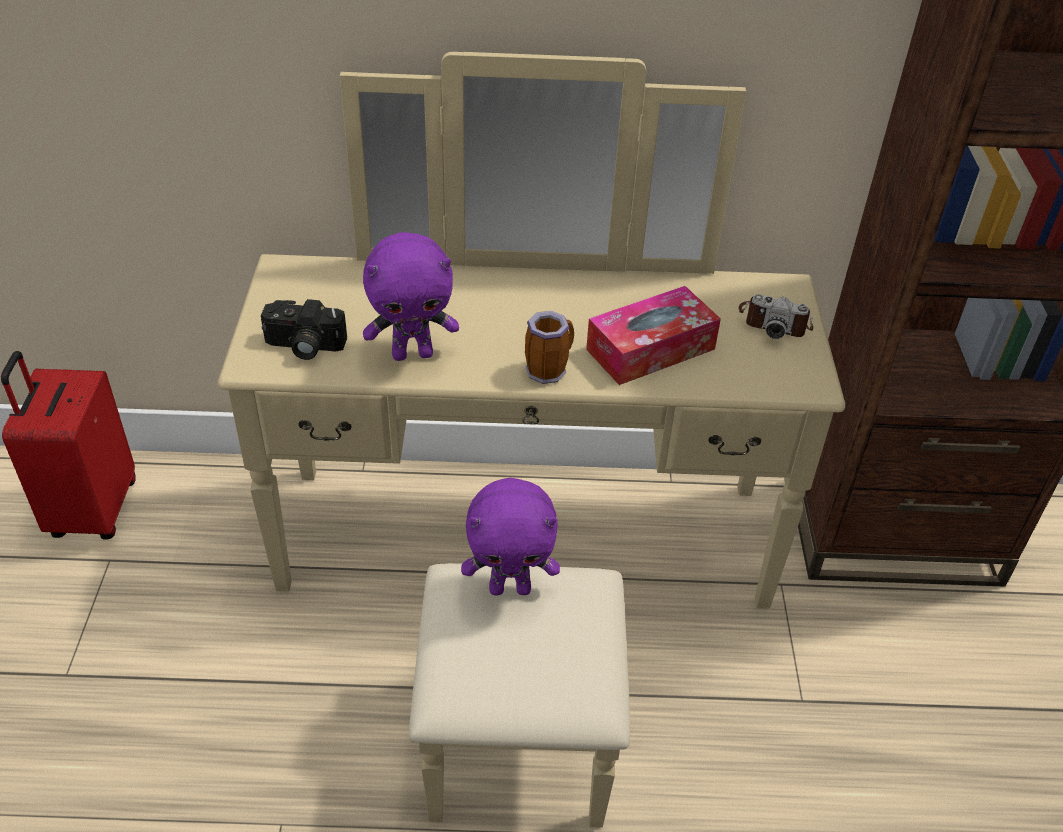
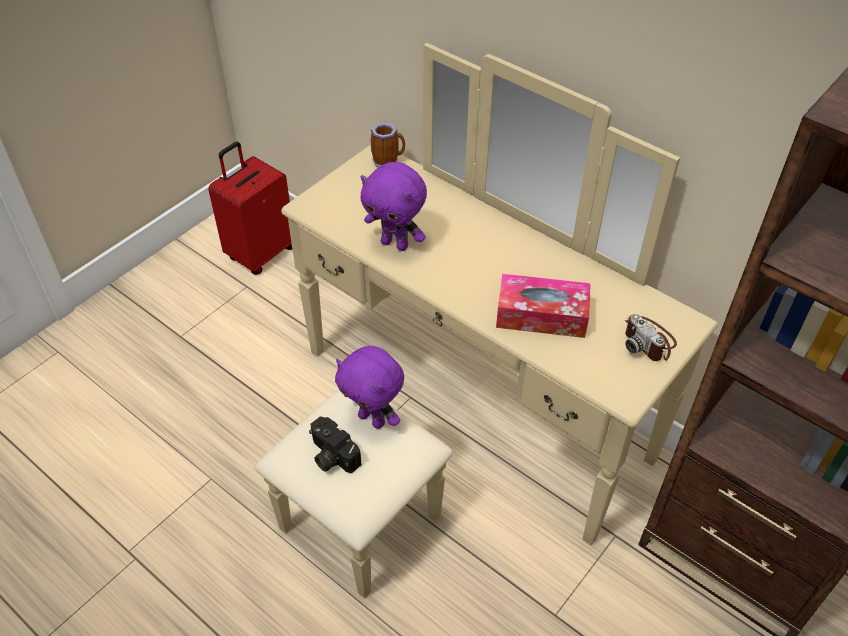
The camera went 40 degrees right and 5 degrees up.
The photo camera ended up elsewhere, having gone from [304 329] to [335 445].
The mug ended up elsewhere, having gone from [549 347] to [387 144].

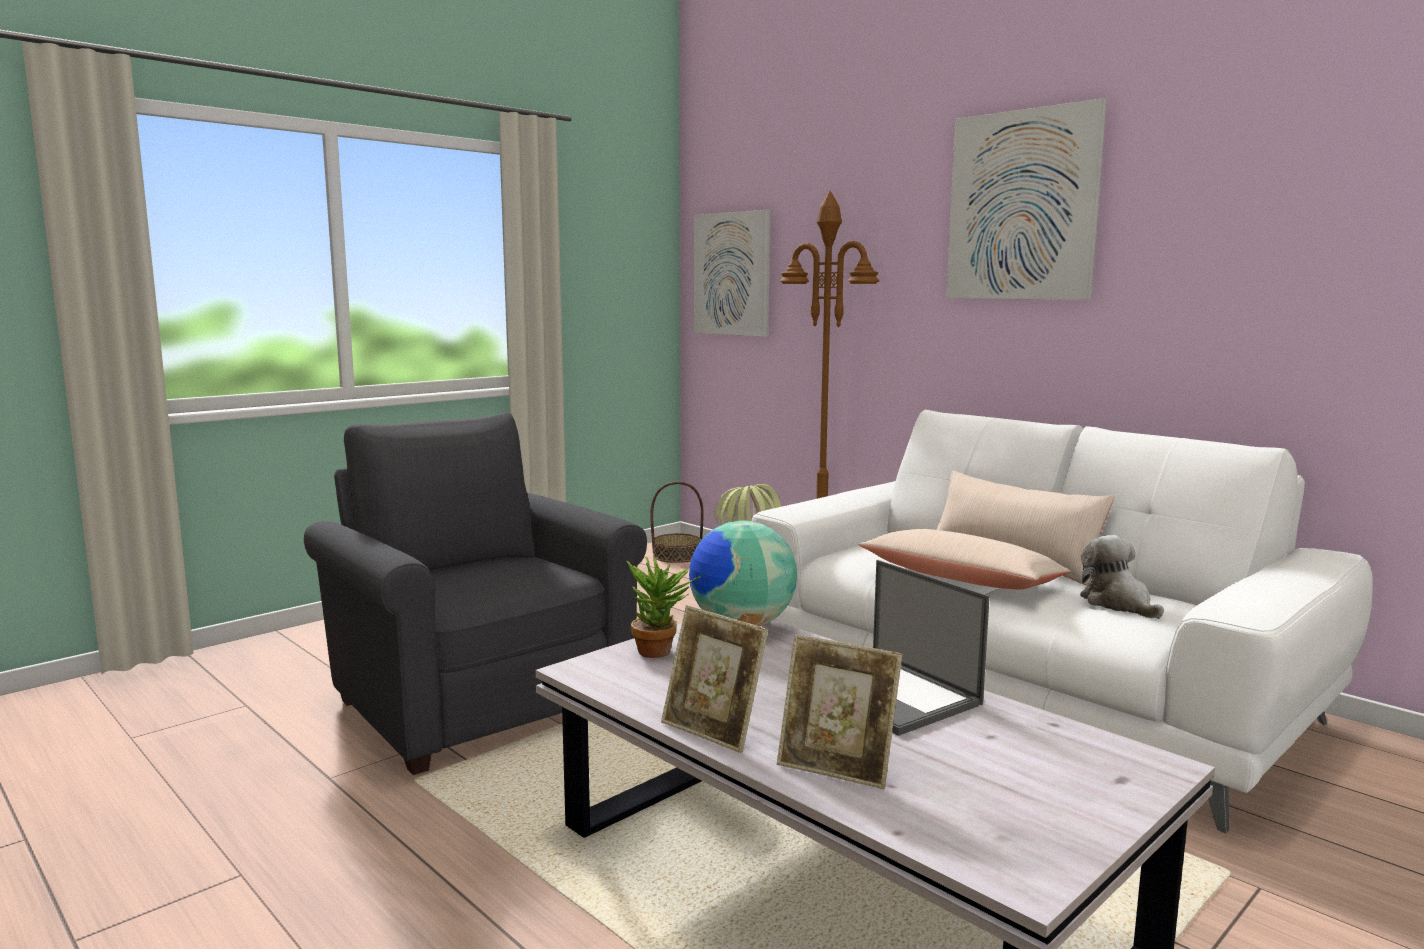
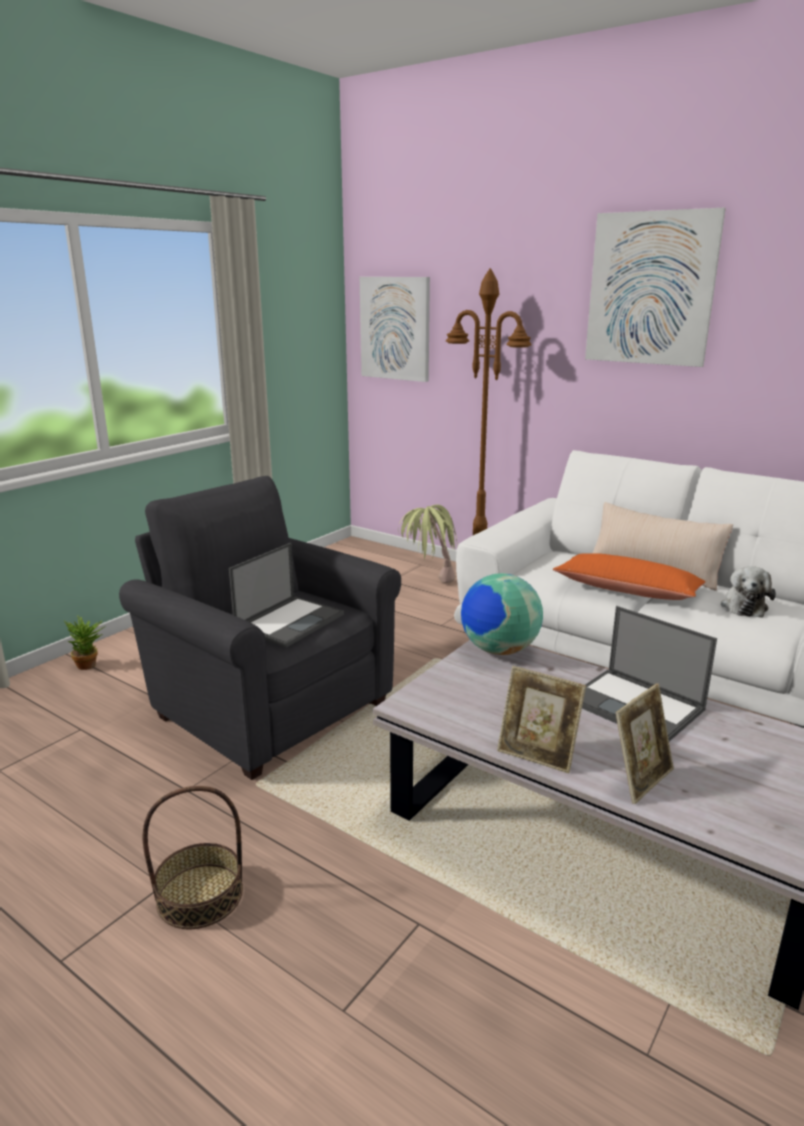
The camera went 10 degrees left and 10 degrees up.
The potted plant ended up elsewhere, having gone from [663 607] to [85 642].
The basket ended up elsewhere, having gone from [677 522] to [193 857].
The second view gained the laptop at [286 595].
What was the beige pillow at [964 559] turned into the orange pillow at [629 576].
The picture frame at [839 711] ended up facing another way, 60 degrees counterclockwise from before.
The plush toy at [1122 577] ended up facing another way, 135 degrees counterclockwise from before.

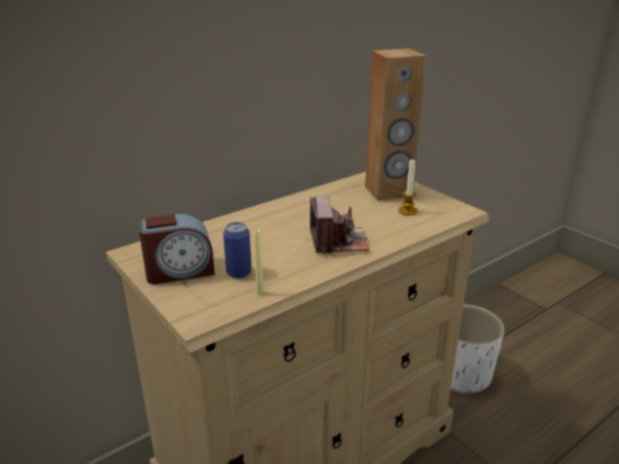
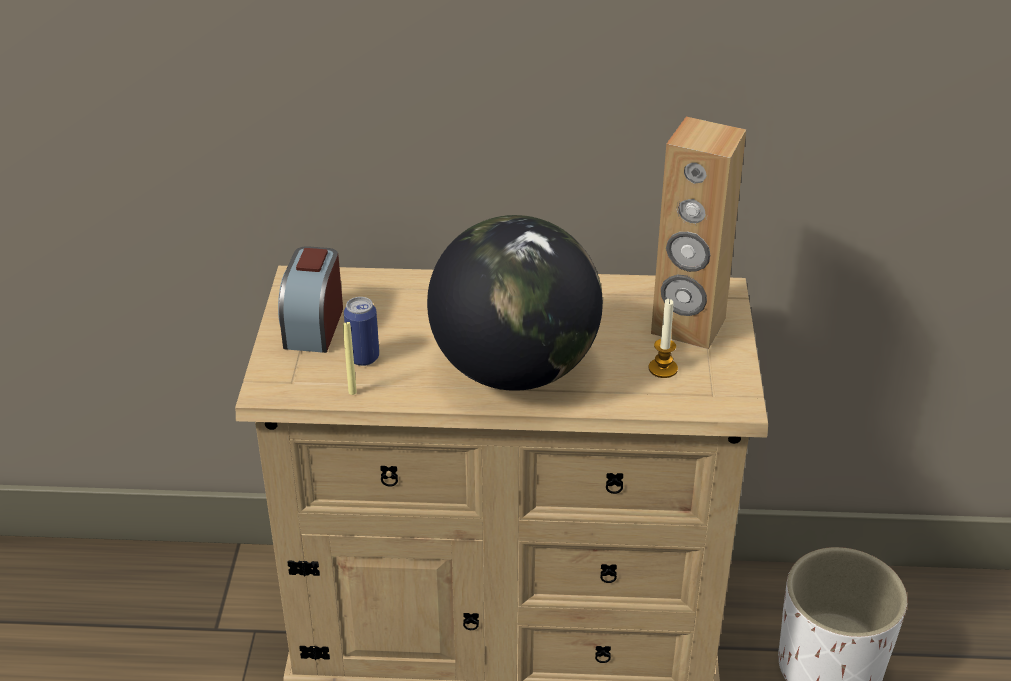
The camera went 40 degrees right and 10 degrees up.
The alarm clock at [176 248] ended up facing another way, 75 degrees clockwise from before.
Where the photo camera stood at [339 225], the globe came to stand at [515 303].

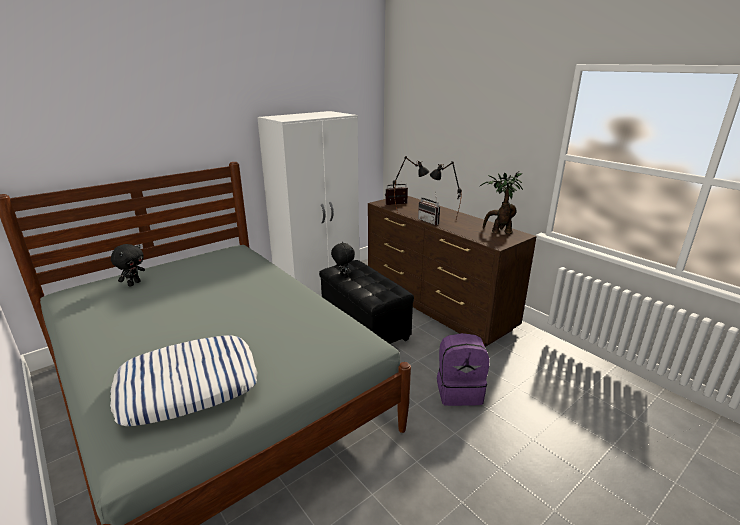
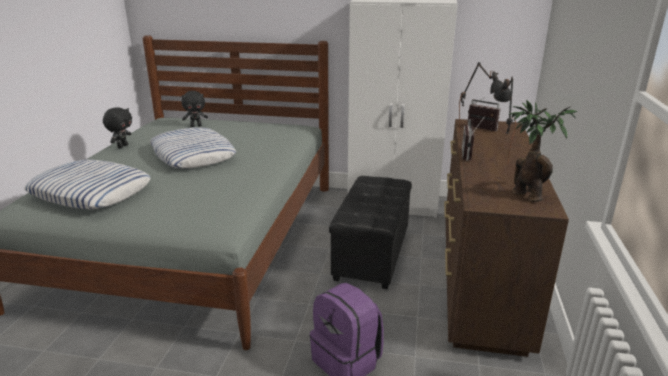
The camera went 50 degrees right and 0 degrees up.
The black plush toy ended up elsewhere, having gone from [343 260] to [117 128].
The second view gained the pillow at [193 147].

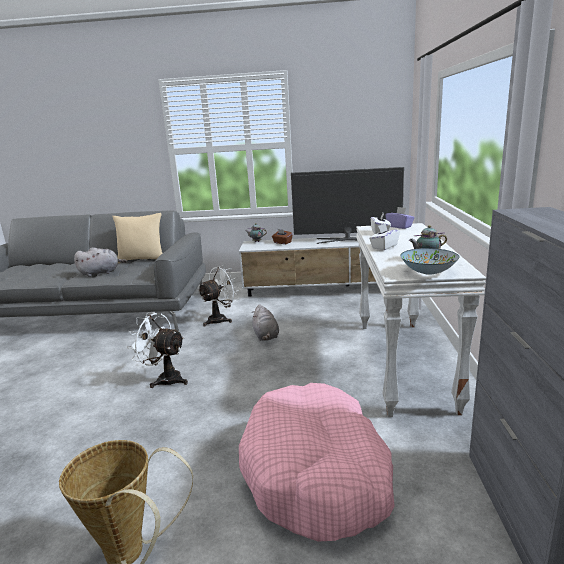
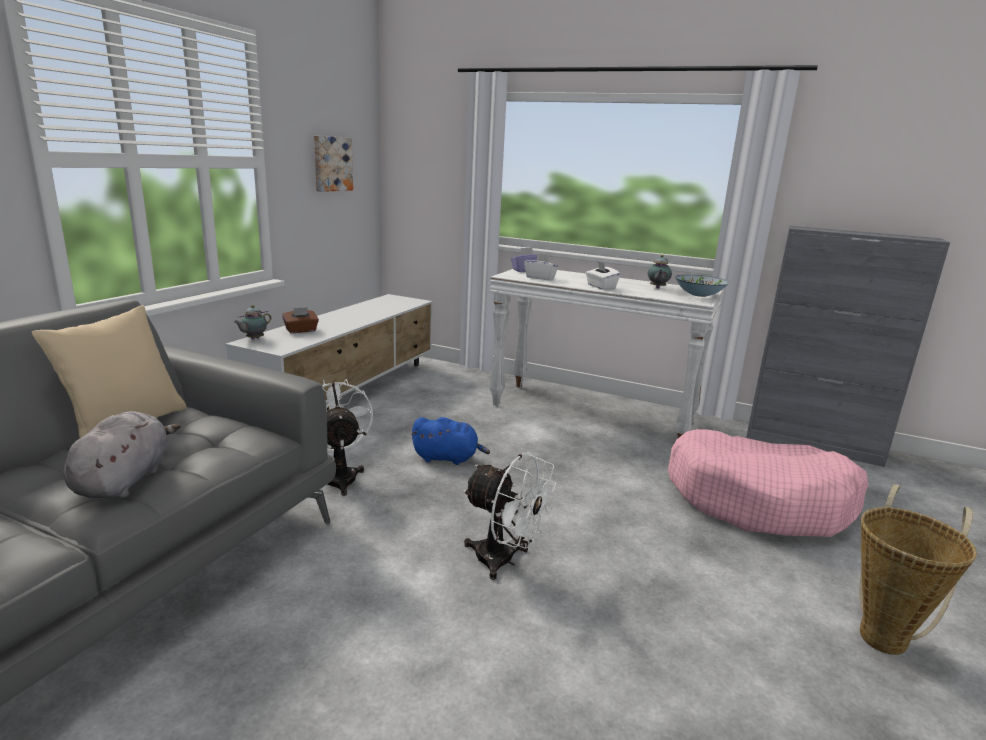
The camera went 70 degrees left and 0 degrees up.
The second view gained the picture at [333 163].
What was the grey plush toy at [265 322] turned into the blue plush toy at [450 441].
The white fan at [157 350] ended up facing another way, 105 degrees counterclockwise from before.
The second view lost the television at [347 205].

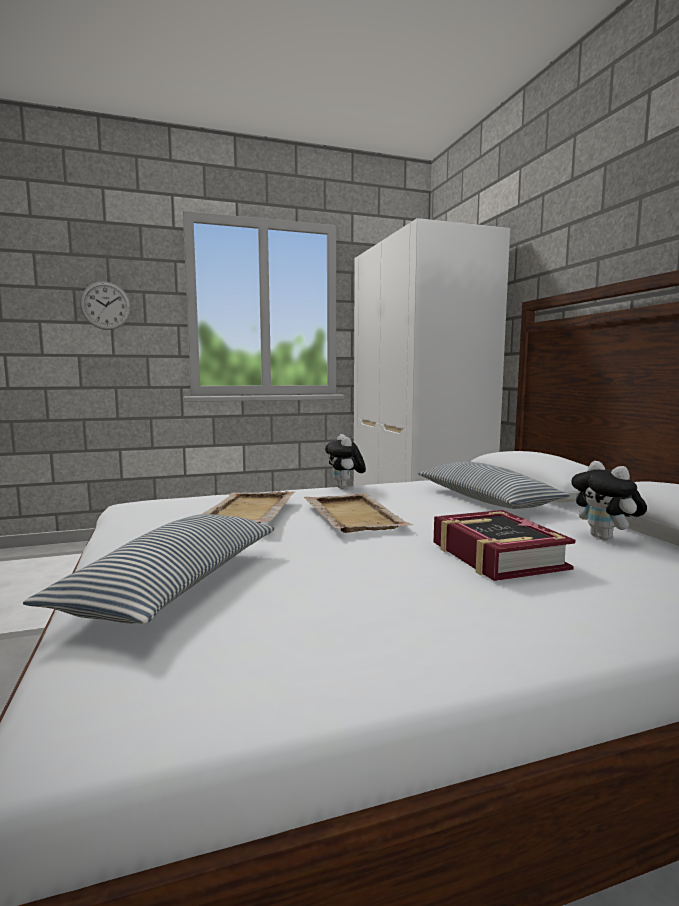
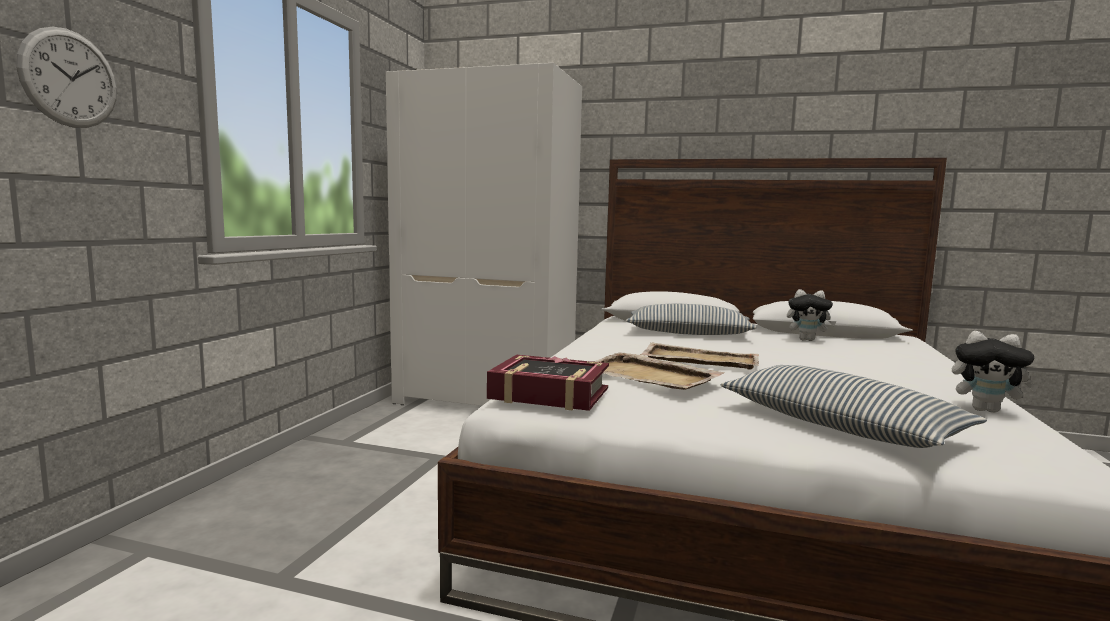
The camera went 55 degrees left and 0 degrees up.
The book ended up elsewhere, having gone from [504 545] to [548 383].
The plush toy ended up elsewhere, having gone from [345 461] to [996 372].

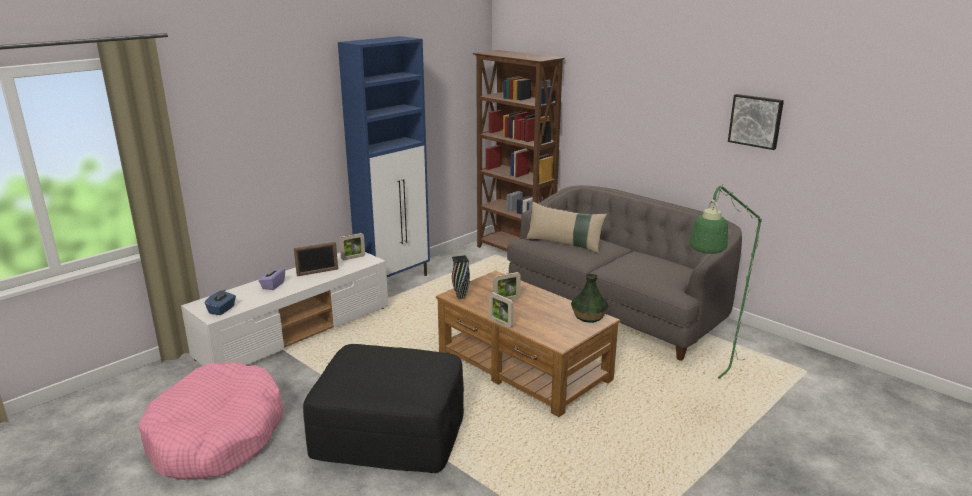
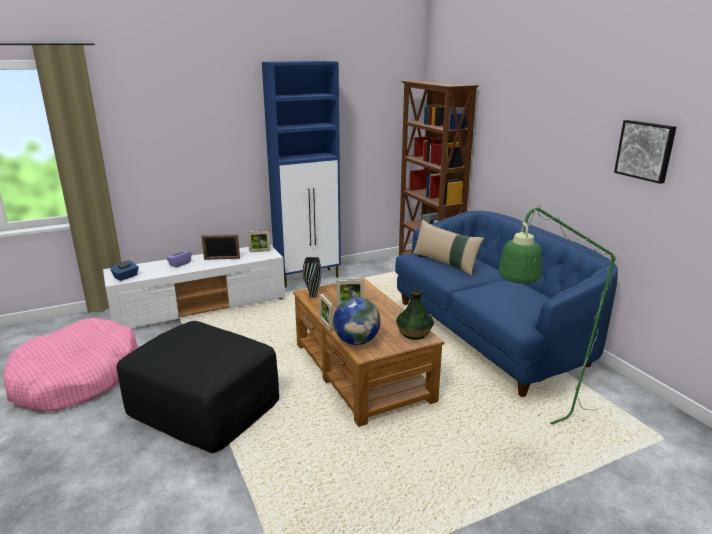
The camera went 20 degrees right and 0 degrees up.
The second view gained the globe at [356 321].
What was the grey sofa at [624 273] turned into the blue sofa at [506 304].

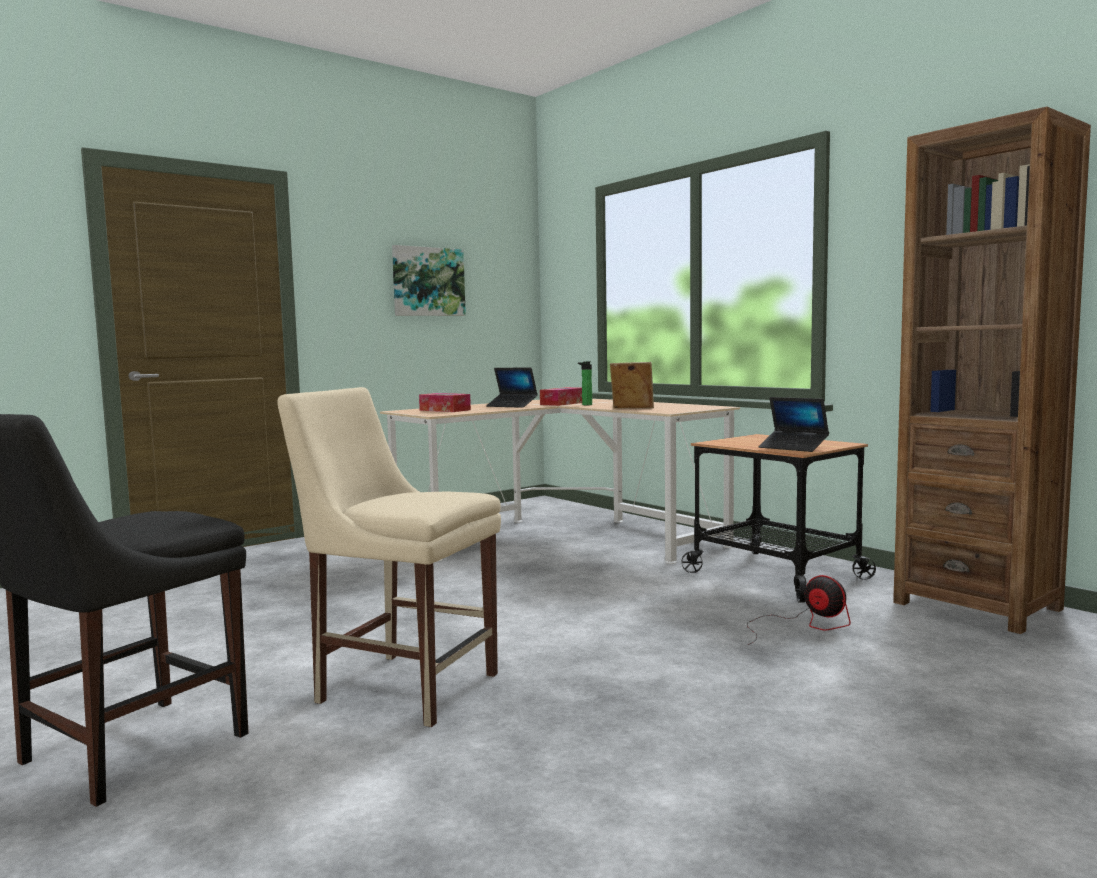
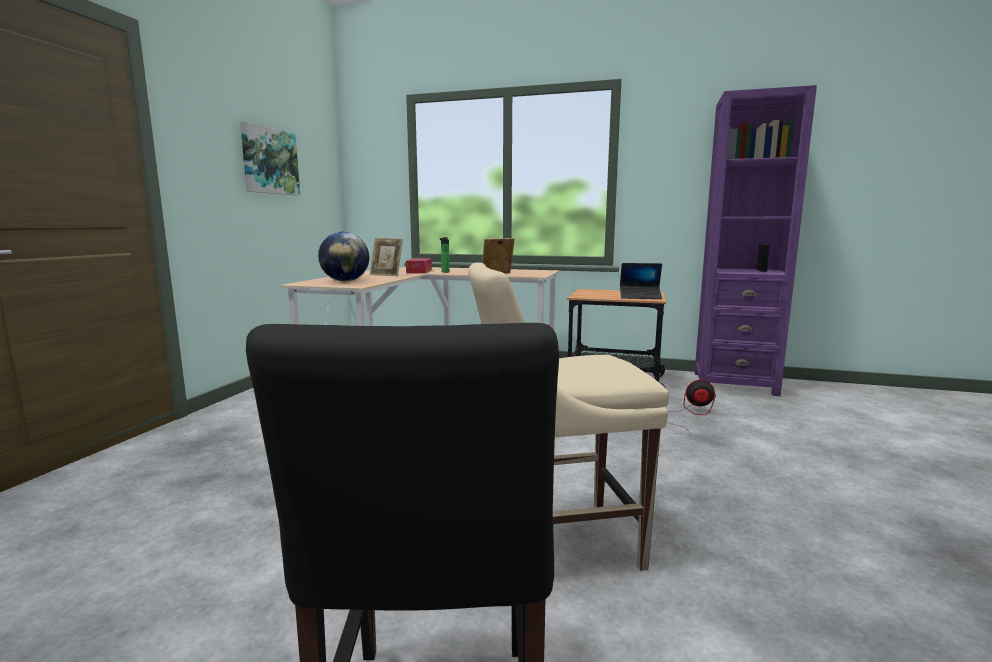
The camera went 35 degrees left and 5 degrees up.
Where the tissue box stood at [445 402], the globe came to stand at [343 256].
Where the laptop stood at [512 388], the picture frame came to stand at [386 257].
What was the brown bookcase at [992 370] turned into the purple bookcase at [756 240].

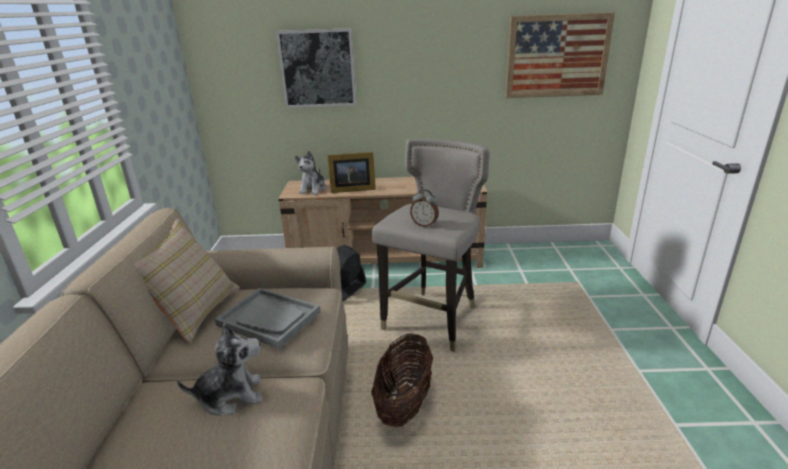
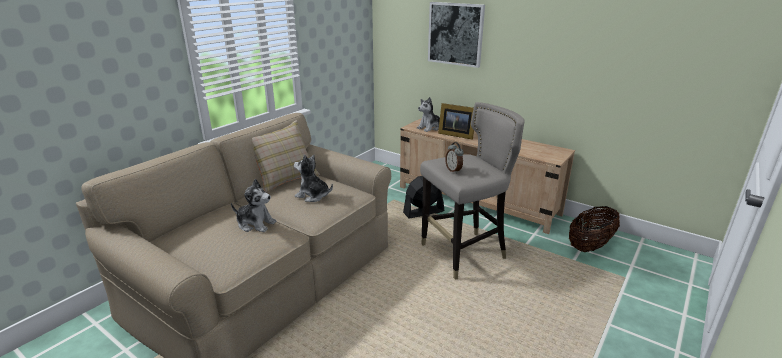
The camera went 35 degrees right and 0 degrees up.
Where the grey tray stood at [268 318], the plush toy came to stand at [313 178].
The basket ended up elsewhere, having gone from [402 380] to [594 229].
The second view lost the picture at [560 55].

